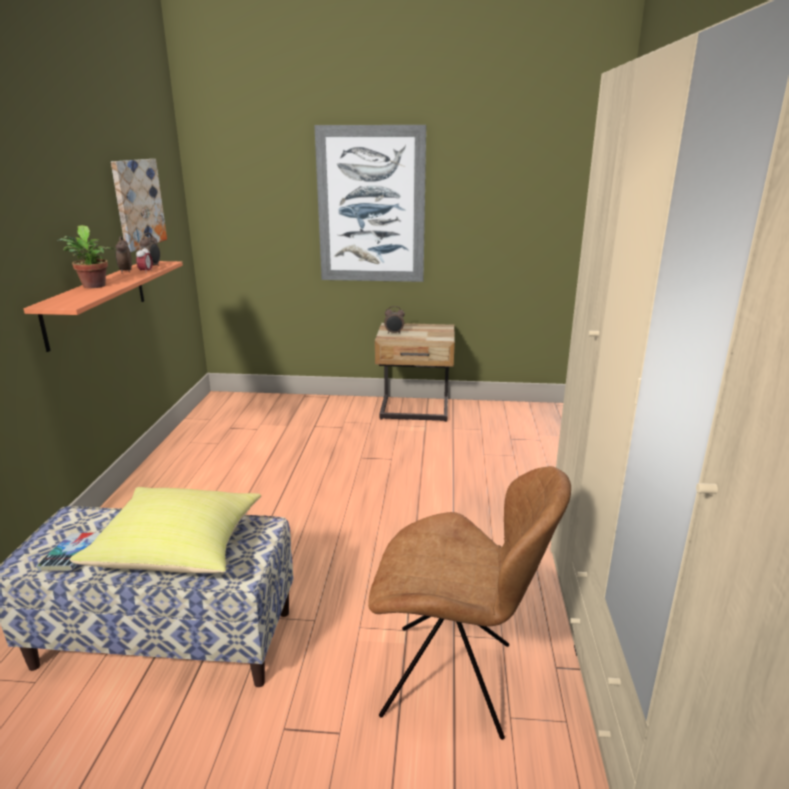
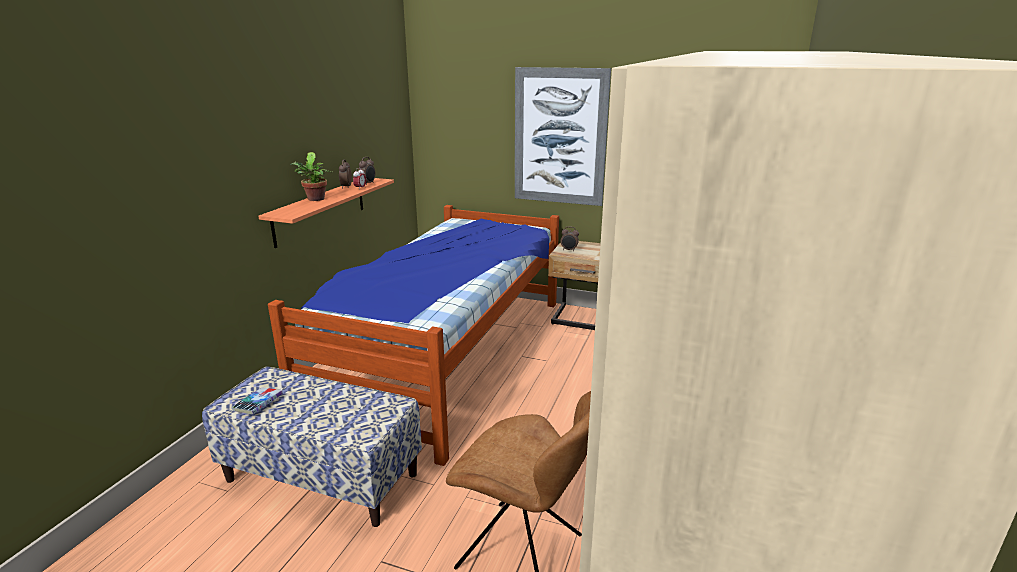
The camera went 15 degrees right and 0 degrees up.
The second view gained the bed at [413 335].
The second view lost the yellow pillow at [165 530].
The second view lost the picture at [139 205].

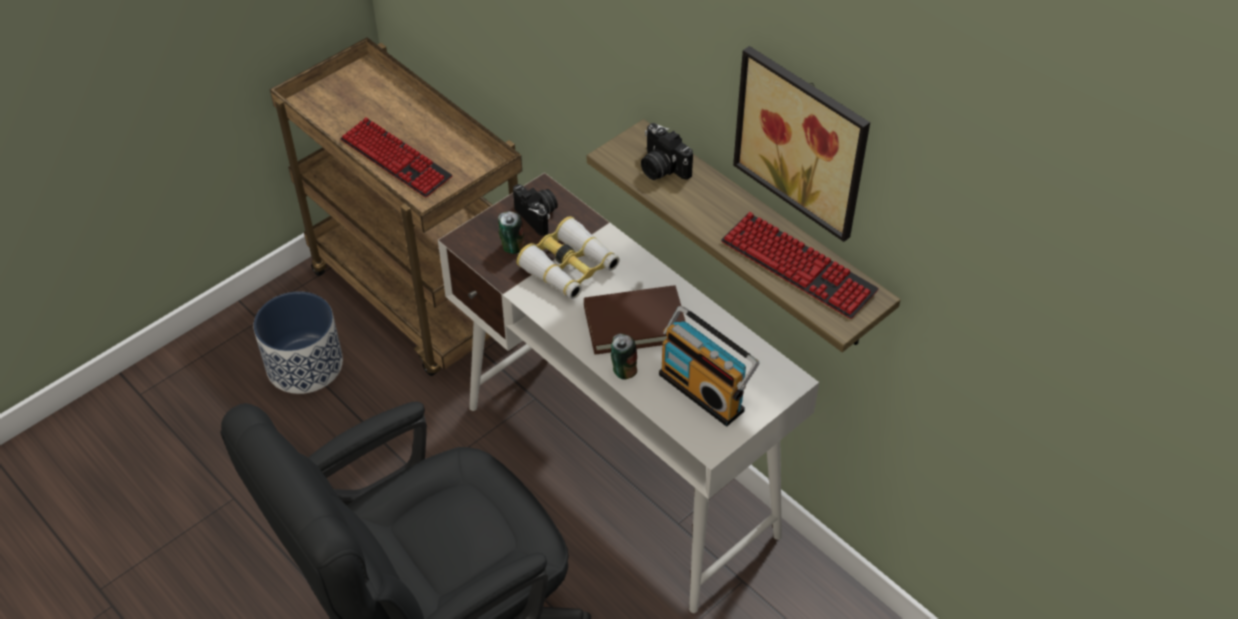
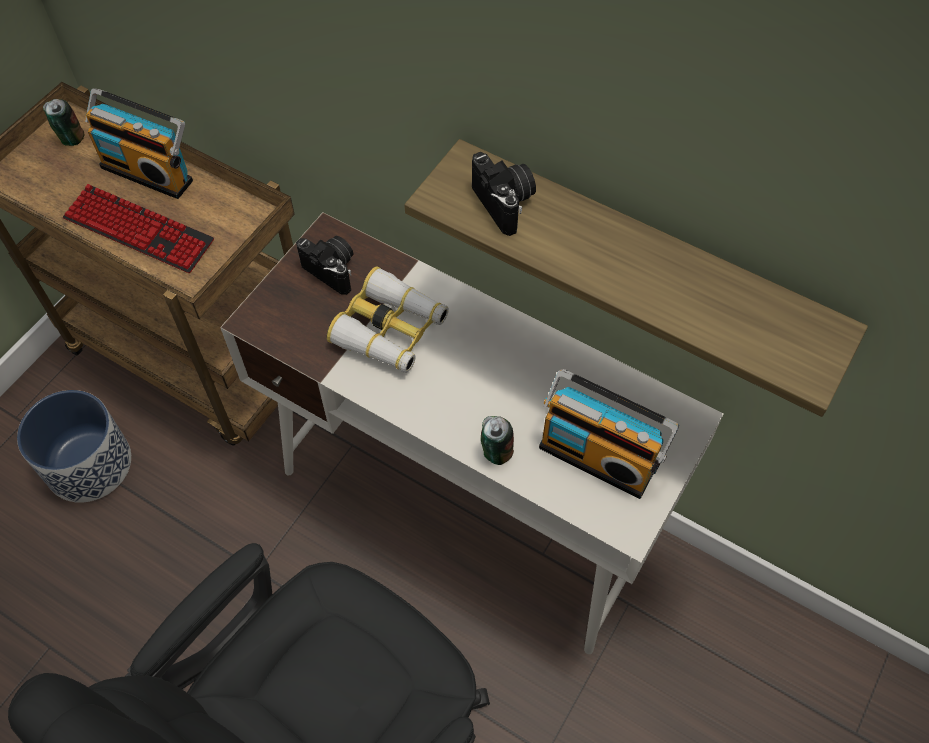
The camera went 15 degrees left and 10 degrees up.
The can ended up elsewhere, having gone from [511 232] to [63 122].
The second view gained the radio at [139 143].
The photo camera at [667 151] ended up facing another way, 150 degrees counterclockwise from before.
The second view lost the brown book at [635 320].
The second view lost the keyboard at [800 265].
The second view lost the picture at [801 144].

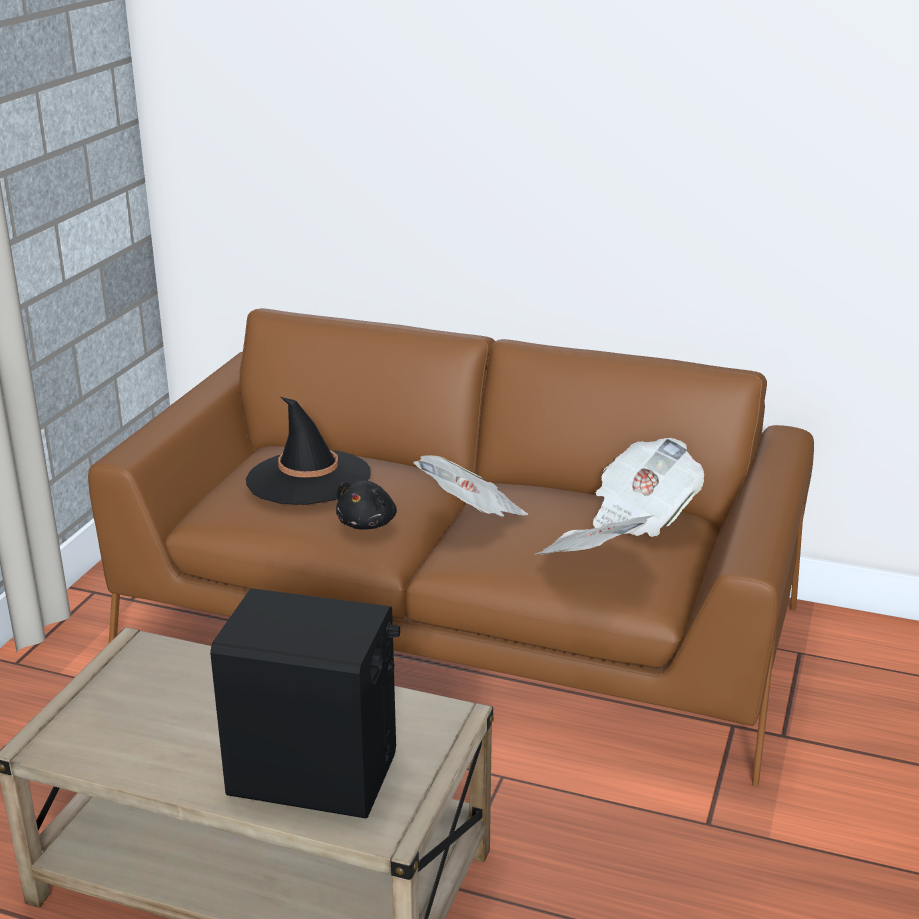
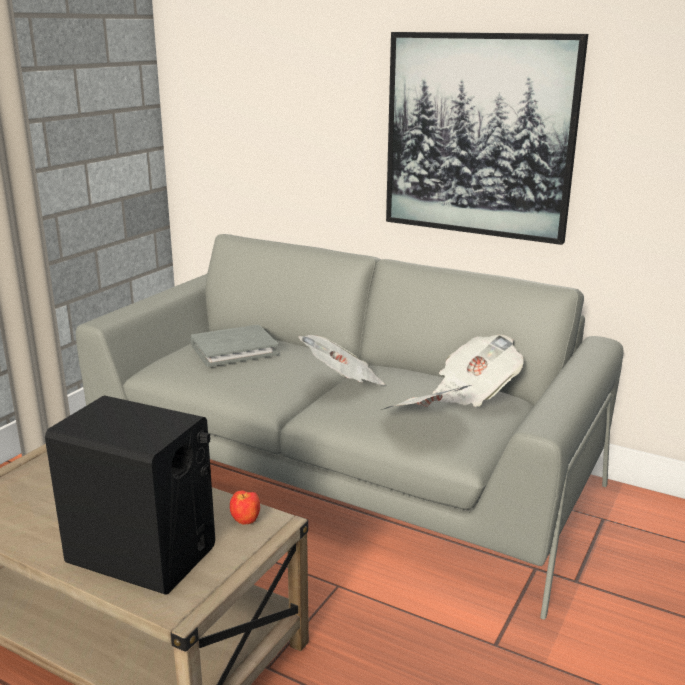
The camera went 10 degrees right and 5 degrees down.
What was the brown sofa at [451 547] turned into the grey sofa at [349 427].
Where the black hat stood at [308 451], the grey book came to stand at [235 346].
The second view gained the apple at [245 507].
The second view gained the picture at [487 138].
The second view lost the black plush toy at [366 505].

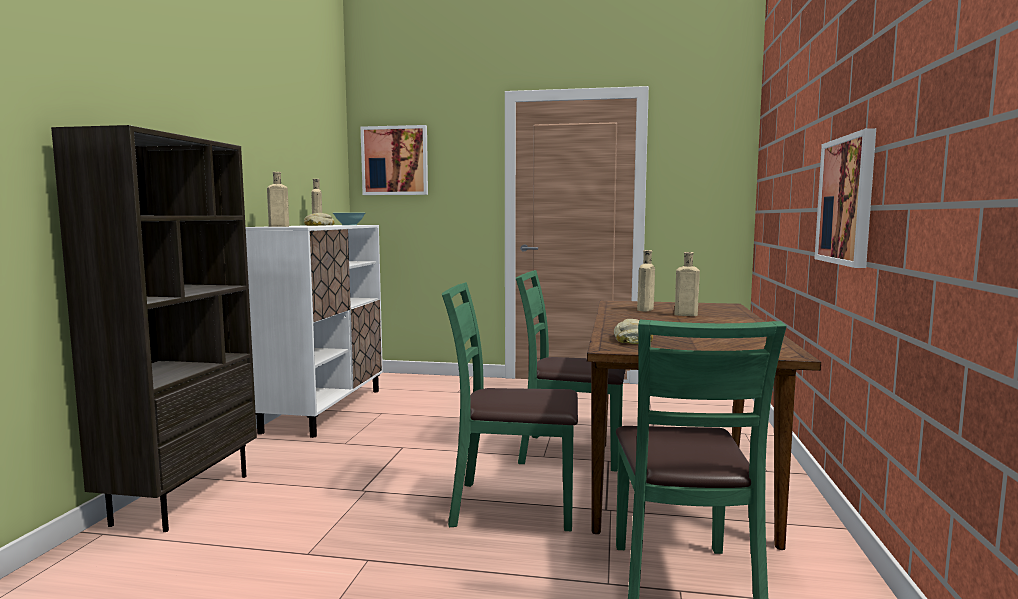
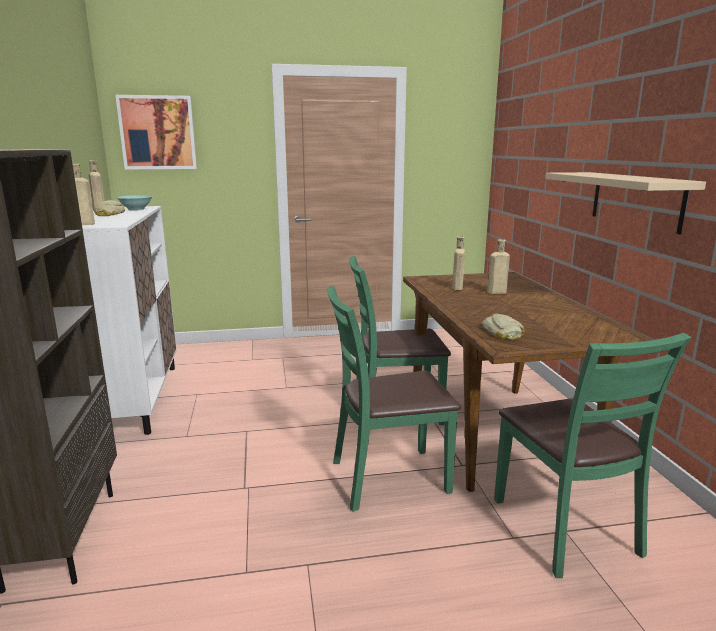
The camera went 20 degrees left and 10 degrees up.
Where the picture hung at [845 198], the beige shelf came to hang at [625 203].

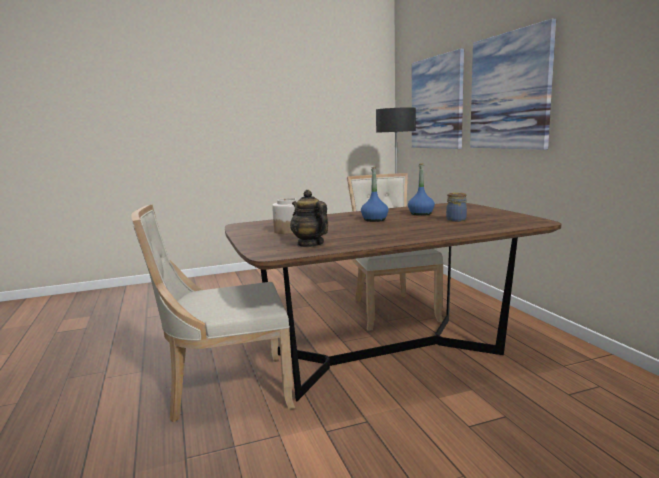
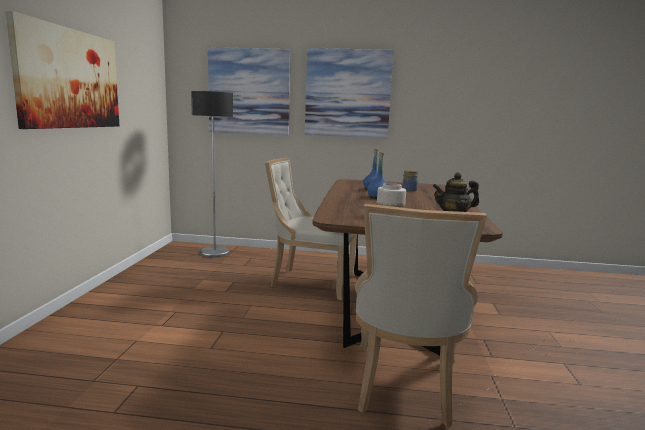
The camera went 65 degrees left and 0 degrees up.
The second view gained the picture at [62 70].

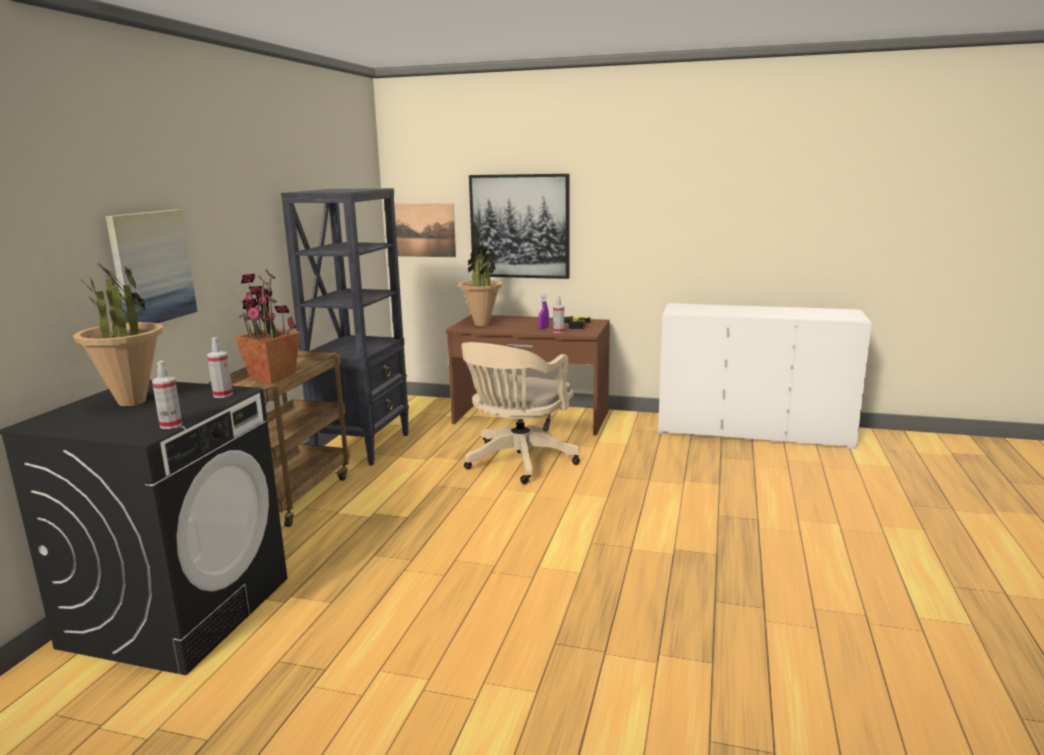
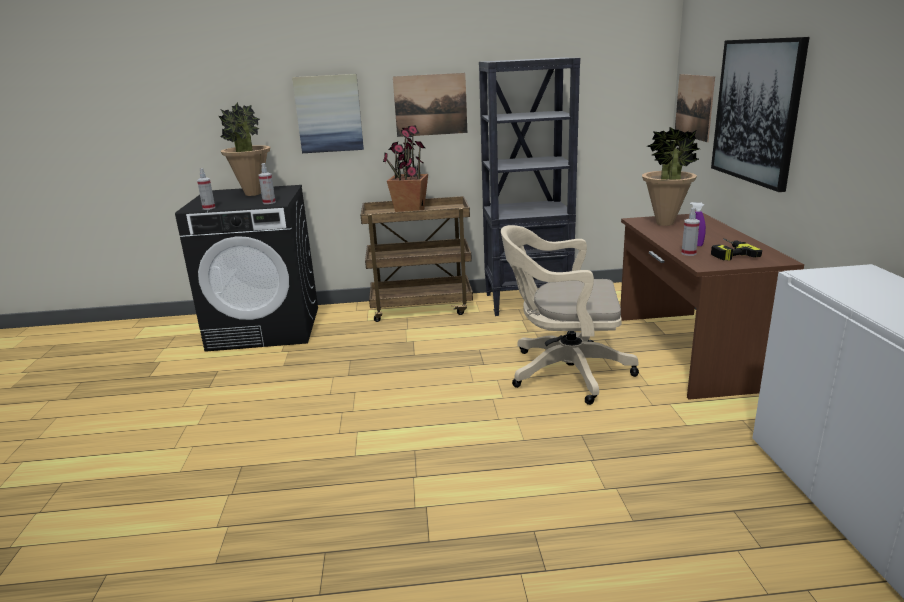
The camera went 70 degrees right and 5 degrees up.
The second view gained the picture at [430 105].

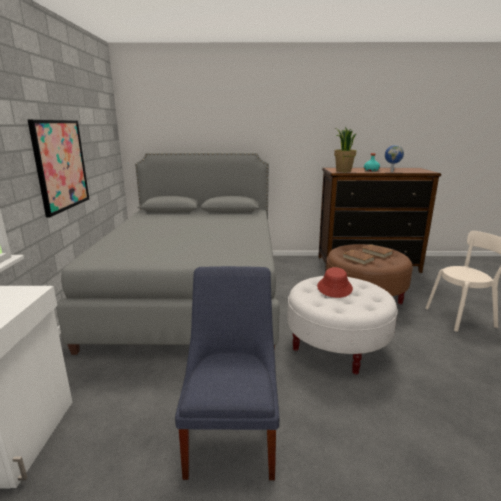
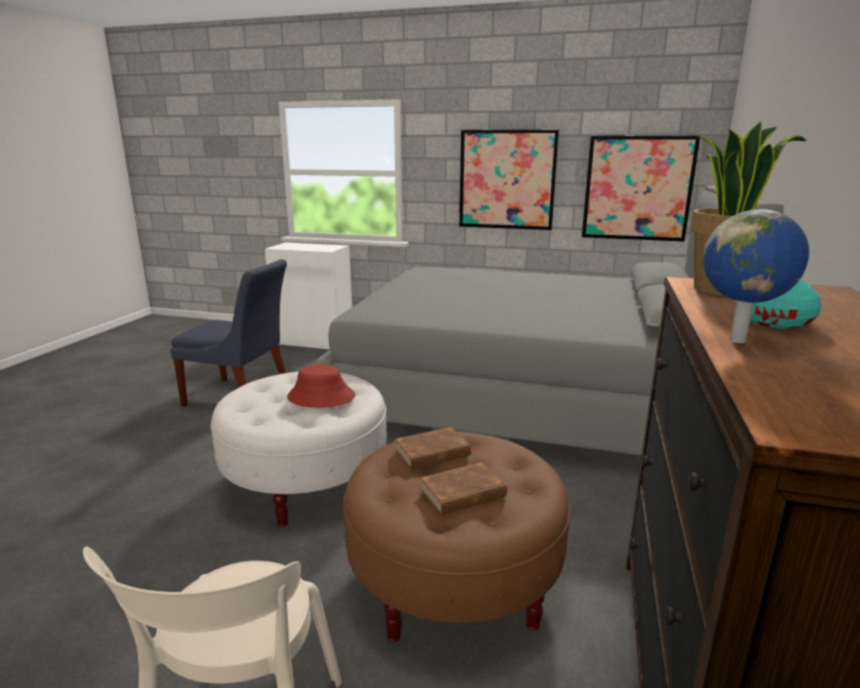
The camera went 105 degrees right and 0 degrees up.
The second view gained the picture at [641 188].

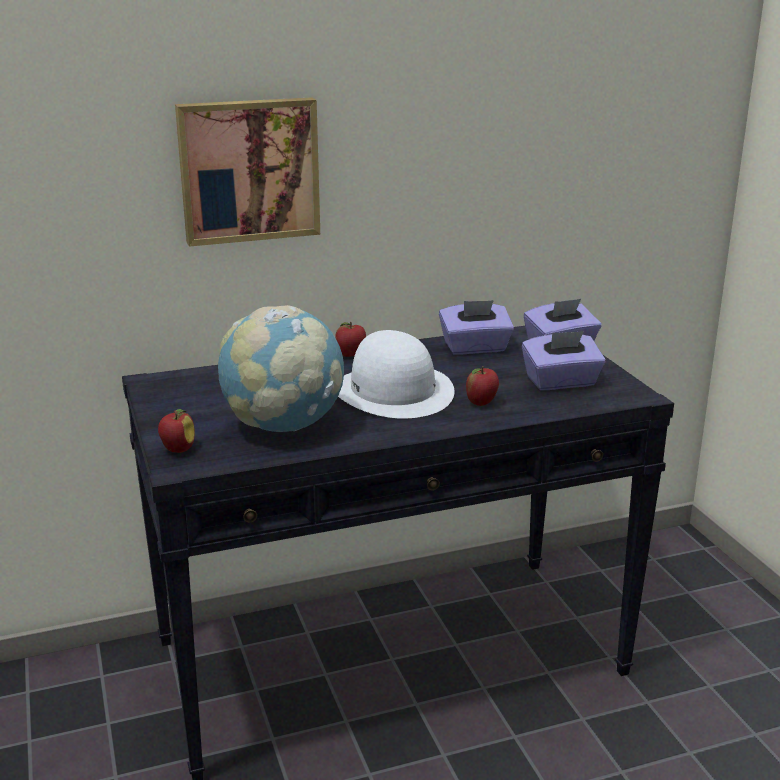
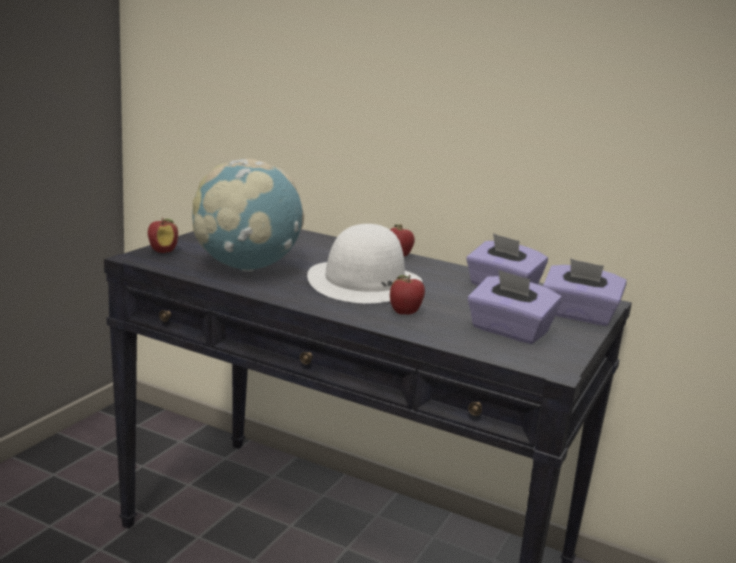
The camera went 45 degrees right and 5 degrees down.
The second view lost the picture at [247 172].

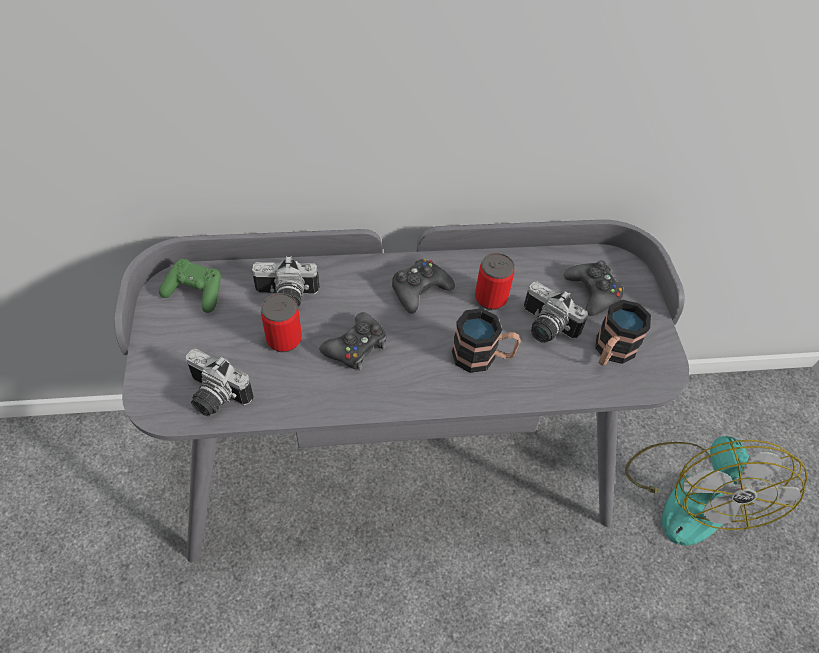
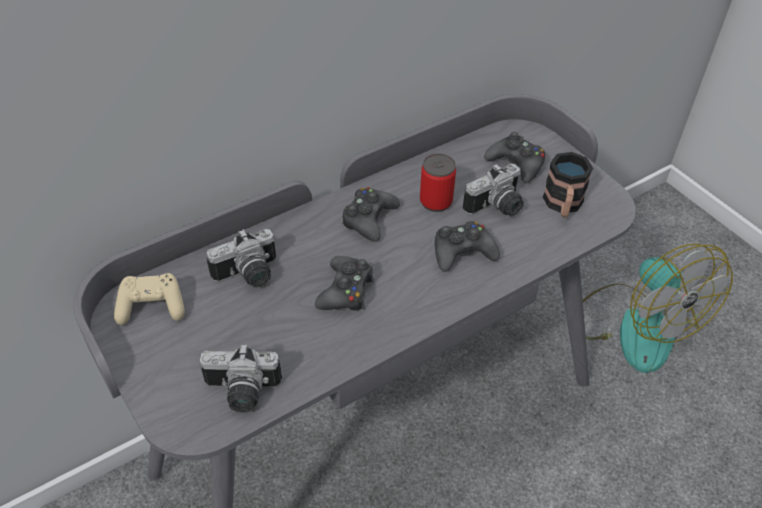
The camera went 25 degrees left and 5 degrees down.
What was the green game controller at [190 286] turned into the beige game controller at [149 299].
Where the mug stood at [486 340], the black game controller came to stand at [467 246].
The photo camera at [556 312] ended up facing another way, 45 degrees counterclockwise from before.
The second view lost the can at [281 322].

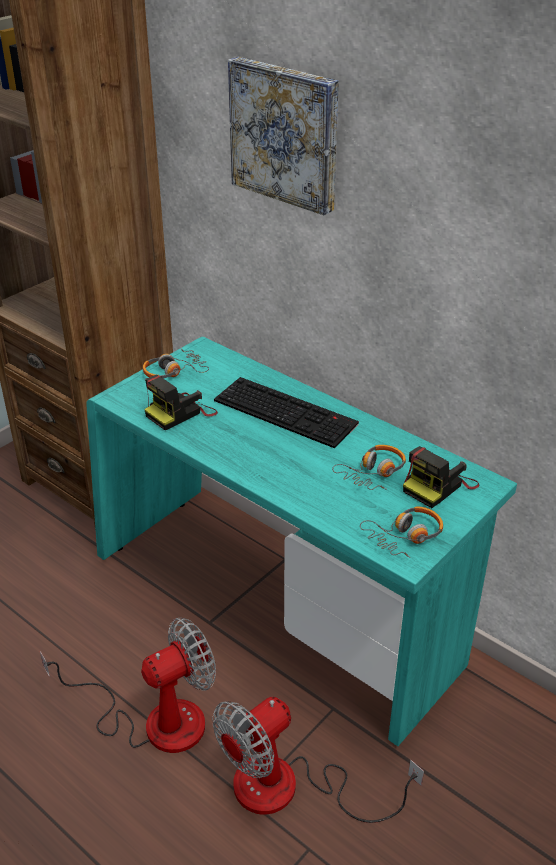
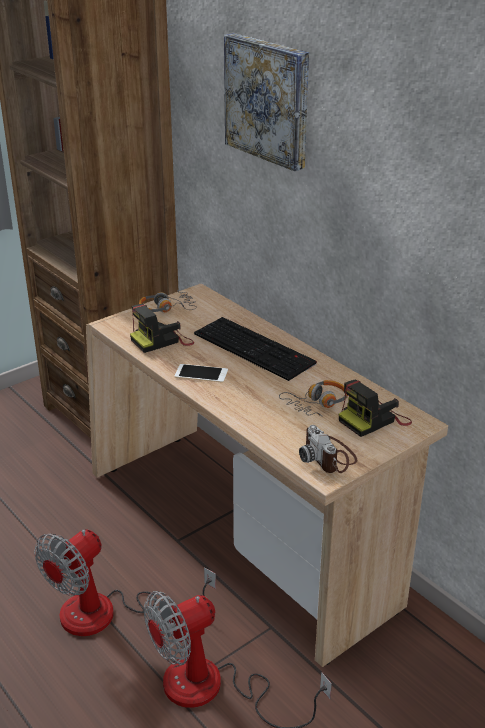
The camera went 10 degrees right and 5 degrees down.
The fan at [128 685] ended up facing another way, 150 degrees clockwise from before.
What was the turquoise desk at [301 541] turned into the beige desk at [267 475].
The second view gained the phone at [201 373].
Where the headphones stood at [401 532], the photo camera came to stand at [328 449].

